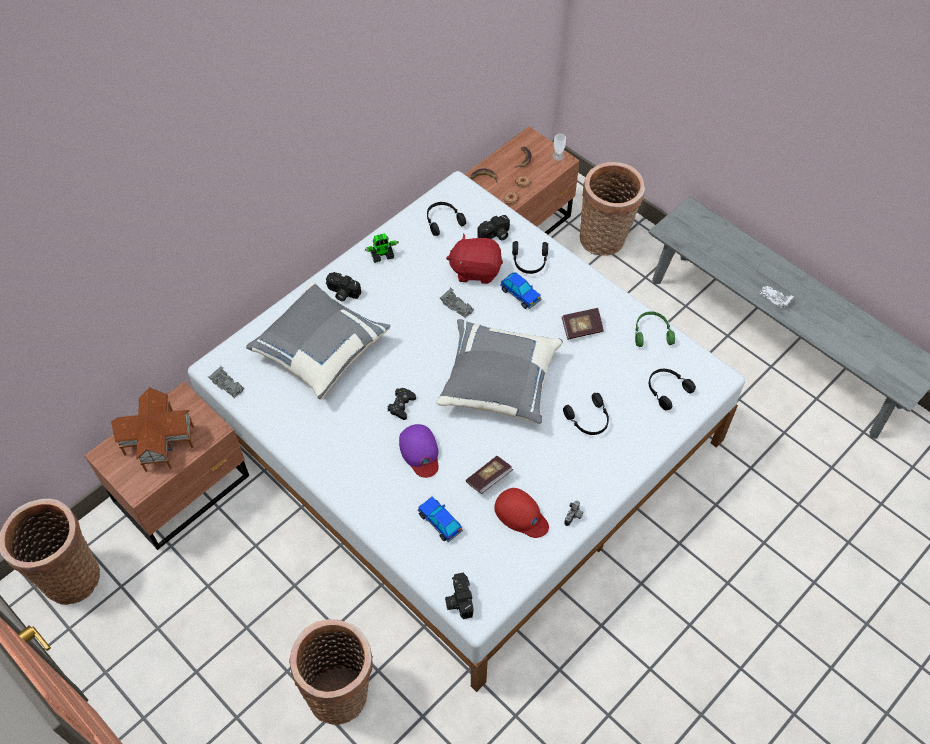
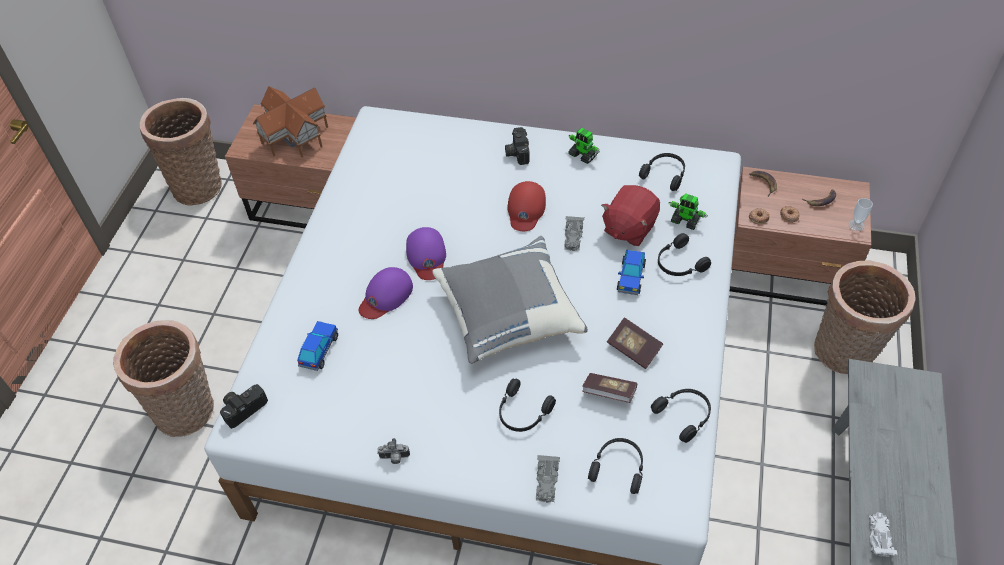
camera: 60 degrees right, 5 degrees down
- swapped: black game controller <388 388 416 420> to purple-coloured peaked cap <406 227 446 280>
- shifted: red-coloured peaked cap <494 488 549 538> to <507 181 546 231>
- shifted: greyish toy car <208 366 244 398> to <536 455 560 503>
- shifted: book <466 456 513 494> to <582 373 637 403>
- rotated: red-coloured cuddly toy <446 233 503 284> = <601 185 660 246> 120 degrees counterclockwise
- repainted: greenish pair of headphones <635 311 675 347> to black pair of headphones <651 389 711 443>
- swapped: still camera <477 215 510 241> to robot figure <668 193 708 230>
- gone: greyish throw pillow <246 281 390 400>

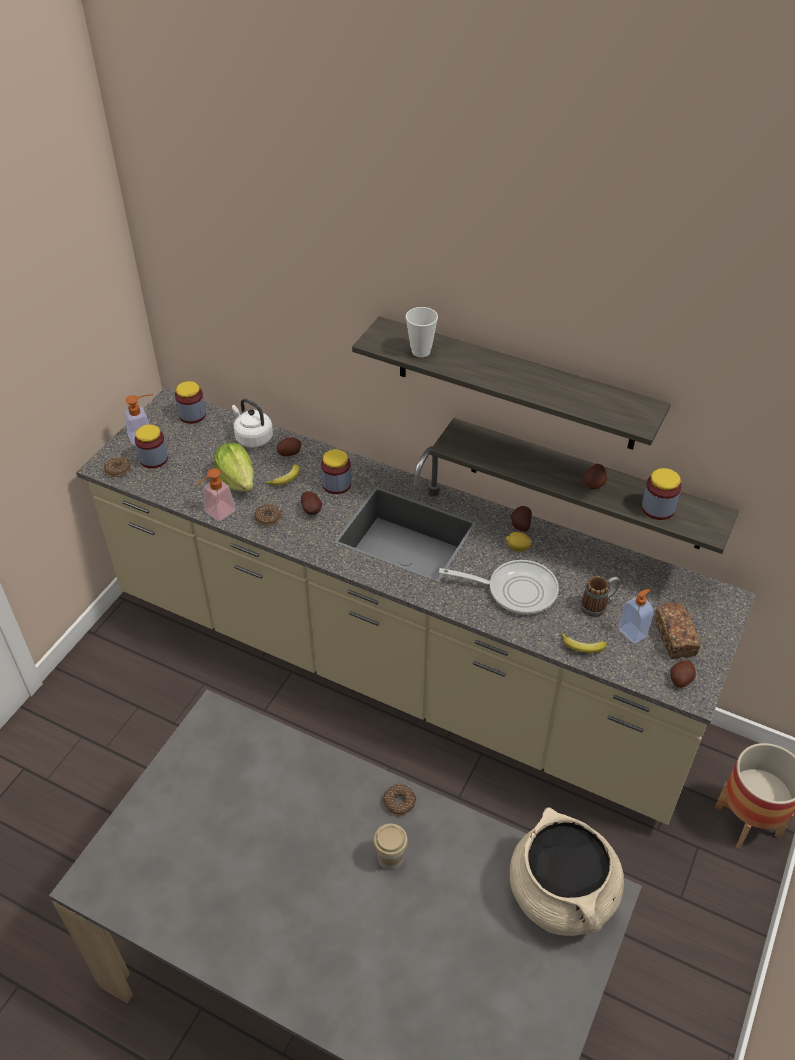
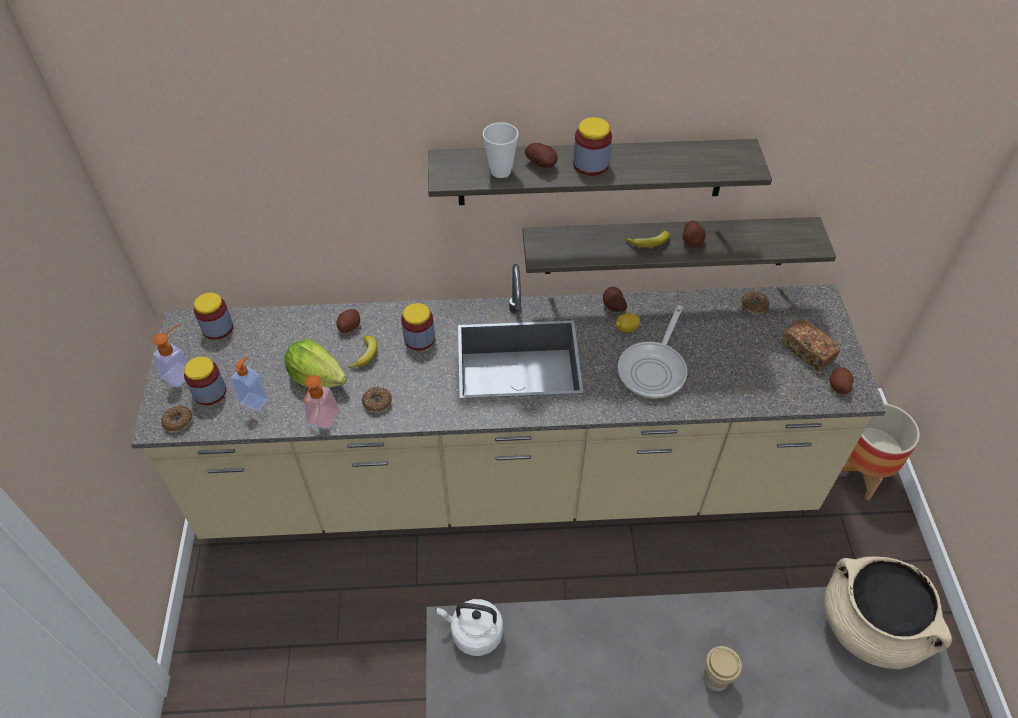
camera: 30 degrees left, 5 degrees up
- shifted: soap dispenser <618 589 654 644> to <230 357 269 412>
- shifted: whitish tea kettle <232 399 273 448> to <437 599 503 656>
- shifted: potato <301 491 322 515> to <525 143 558 168>
- shifted: storage jar <641 468 682 520> to <573 117 612 176>
- rotated: skillet <439 560 559 615> = <618 305 687 399> 135 degrees clockwise
- shifted: banana <561 633 607 653> to <625 231 670 247>
- shifted: doughnut <383 784 416 815> to <742 291 769 314>
- gone: coffee mug <580 576 621 617>

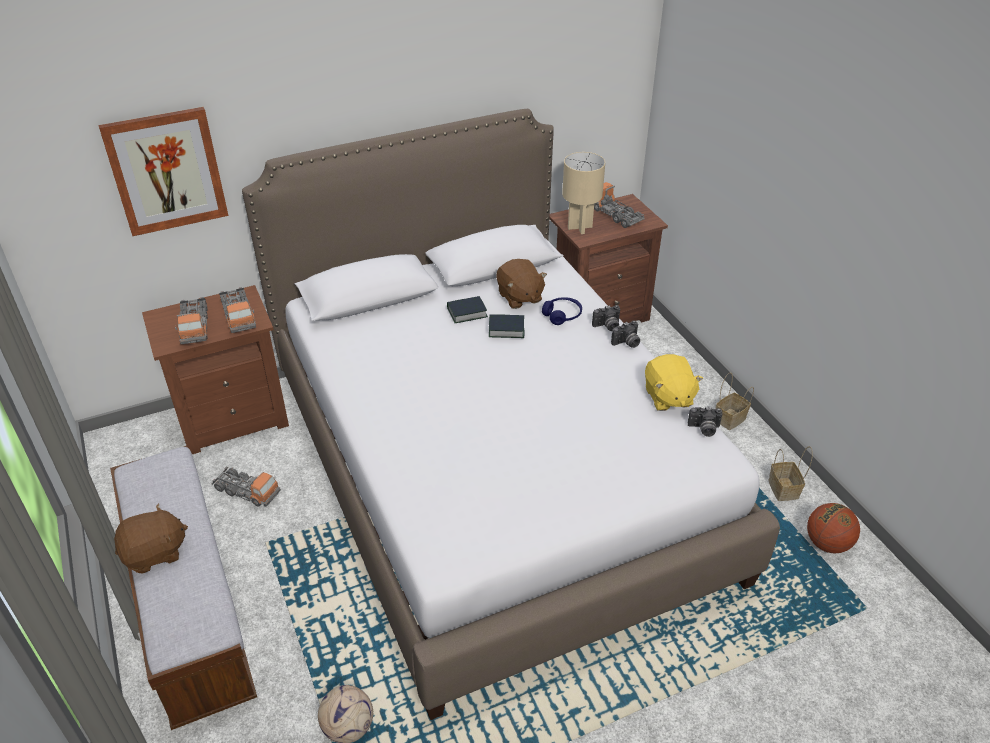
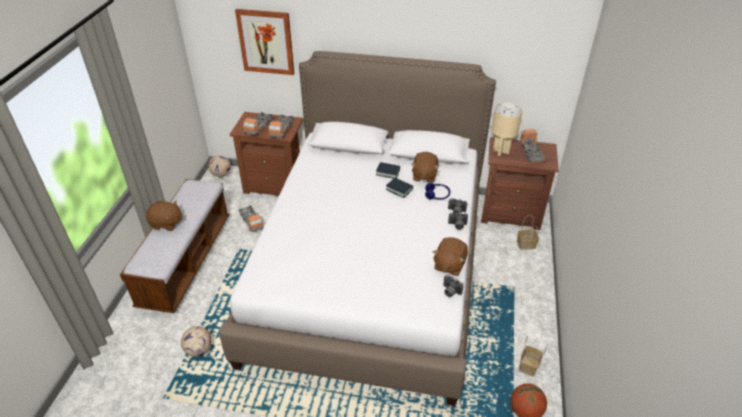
camera: 35 degrees right, 0 degrees up
- new: football <208 155 230 177>
- repainted: yellow-coloured cuddly toy <645 354 703 411> to brown cuddly toy <433 237 468 276>
- shifted: household basket <716 372 754 430> to <517 215 539 250>

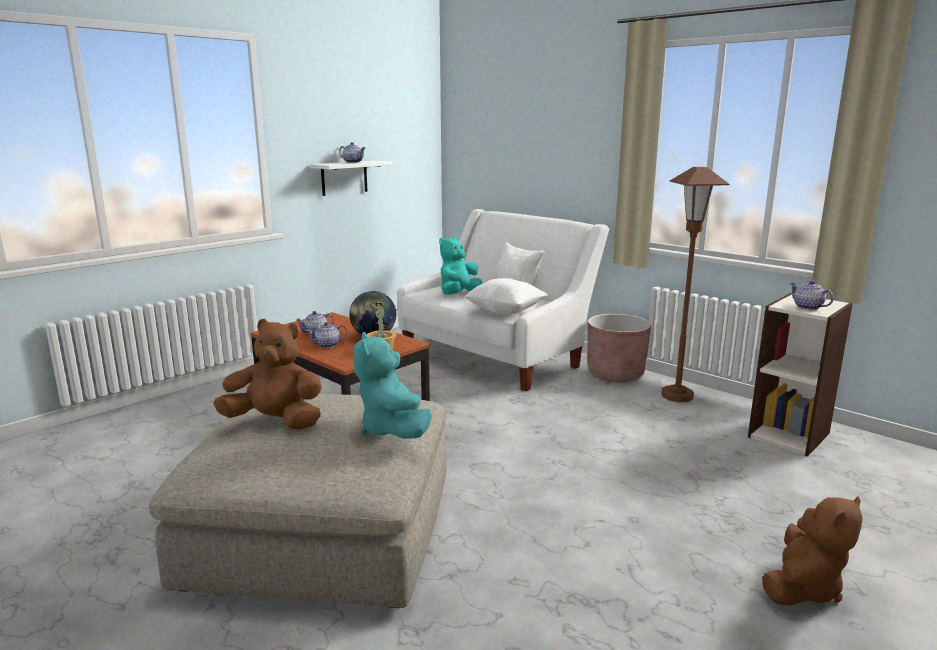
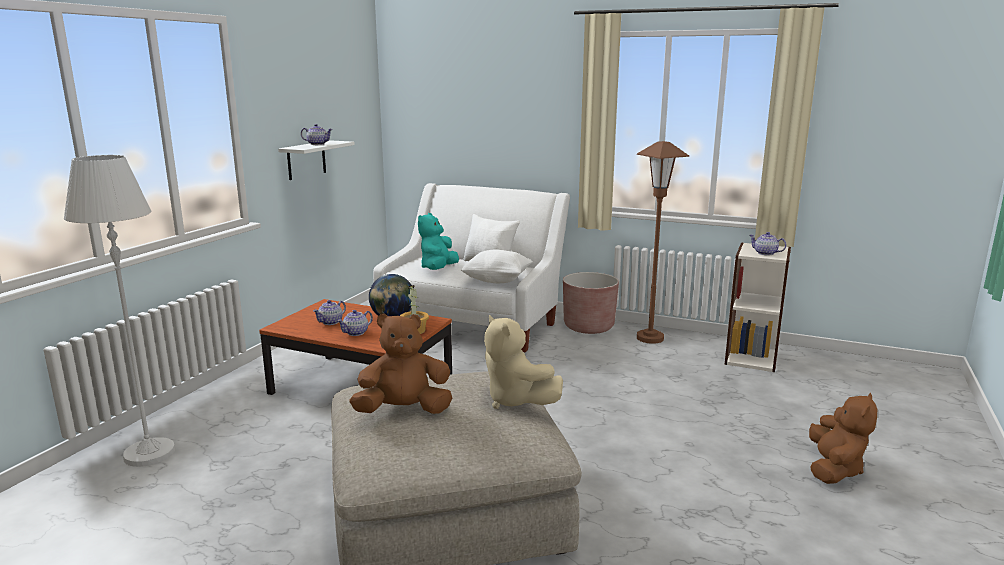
camera: 20 degrees left, 0 degrees up
- new: whitish standing lamp <64 155 175 467>
- repainted: turquoise-coloured cuddly toy <353 332 432 439> to beige-coloured cuddly toy <484 315 563 409>

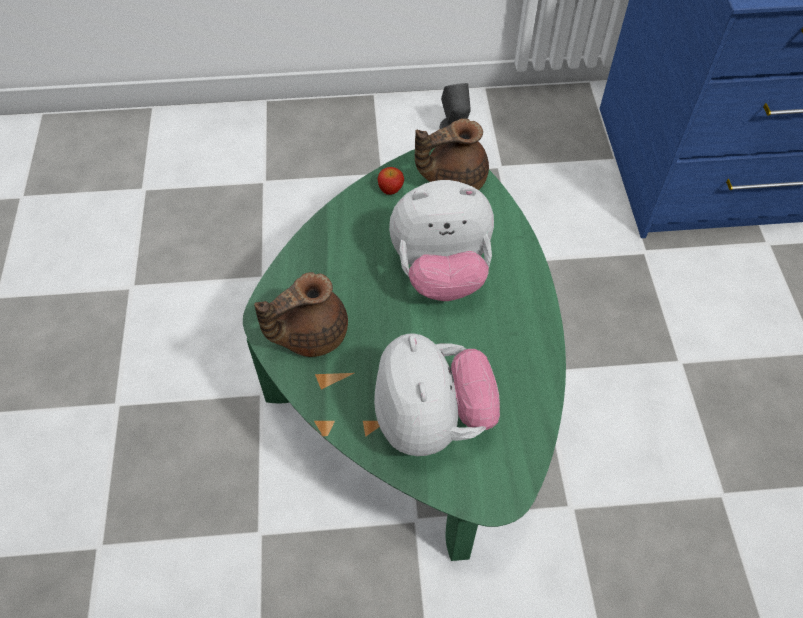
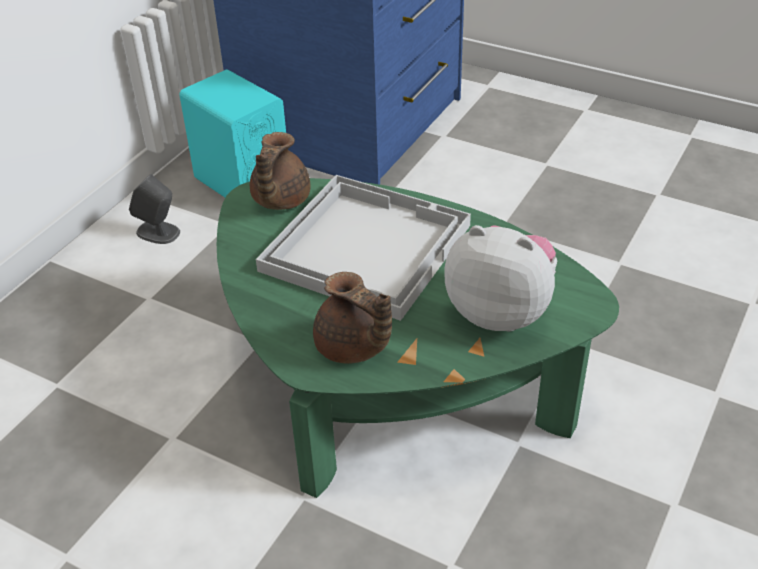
camera: 55 degrees left, 15 degrees down
- new: turquoise-coloured audio speaker <179 69 286 197>
- swapped: cuddly toy <389 180 494 301> to whitish carrying tray <256 175 471 321>
- rotated: brown pot for tea <254 272 348 357> = <313 272 392 364> 45 degrees counterclockwise
- gone: apple fruit <377 167 404 195>

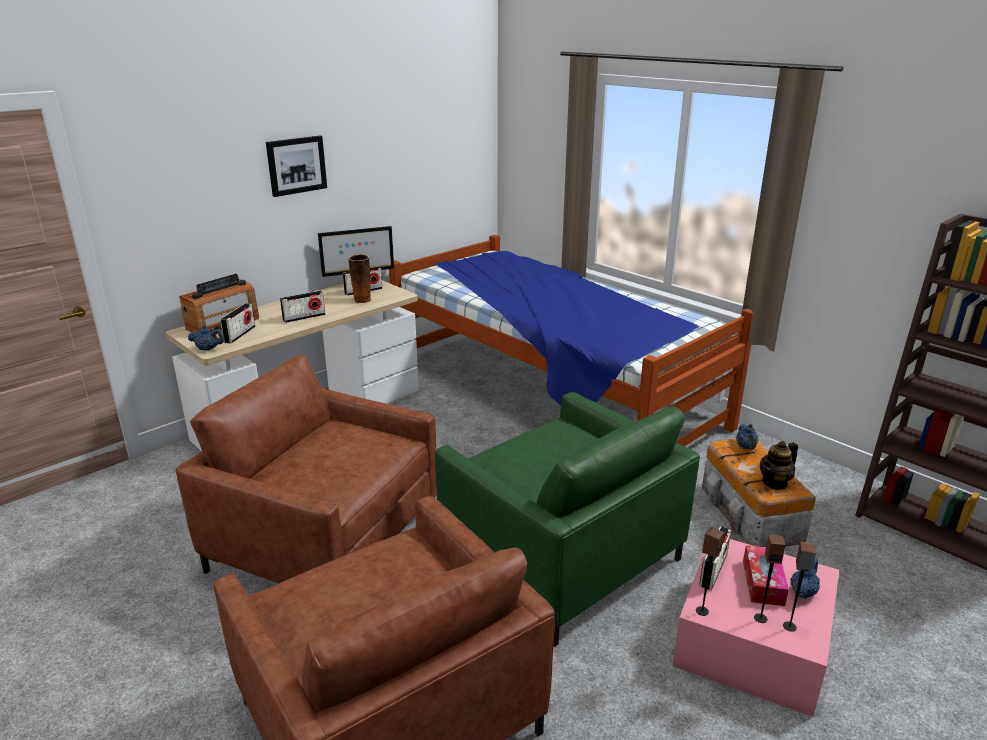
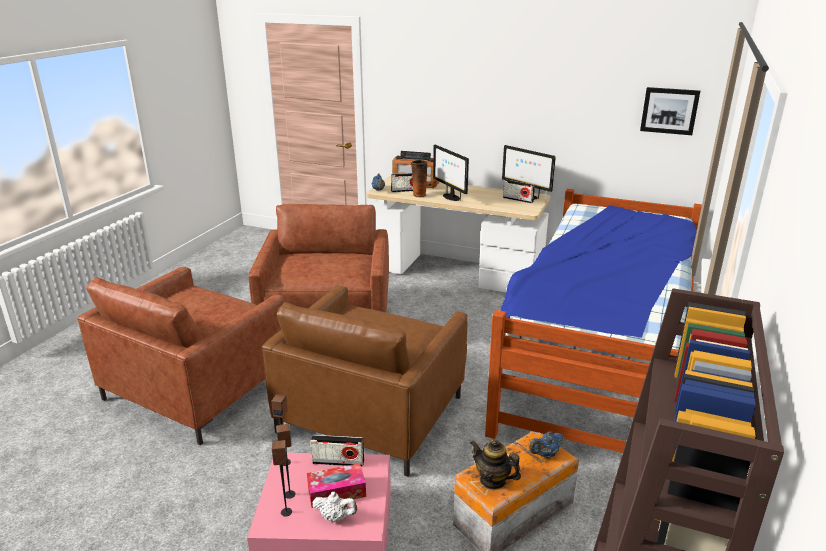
camera: 65 degrees right, 0 degrees up
- repainted: greenish armchair <435 392 700 647> to brown armchair <262 286 467 477>
- repainted: bluish pot for tea <791 558 820 599> to whitish pot for tea <312 492 357 522>
- shifted: decorative vase <348 254 371 304> to <411 160 427 198>
- swapped: radio <280 291 325 323> to computer screen <433 145 469 201>
- shifted: wall art <266 136 327 197> to <640 87 700 135>

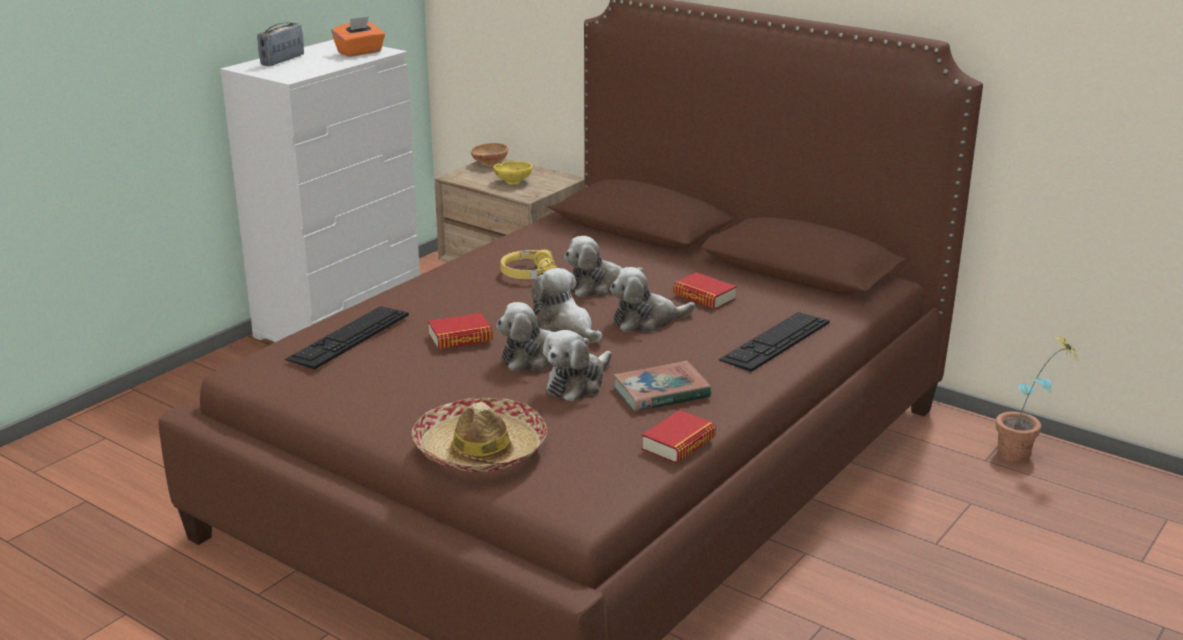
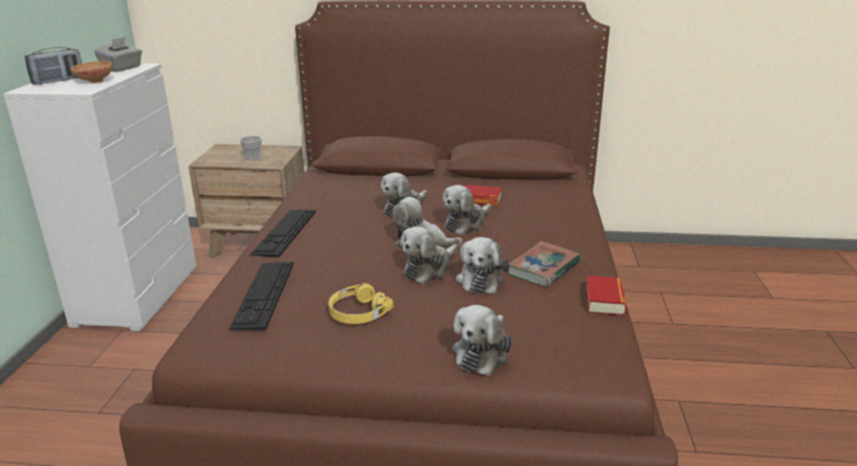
camera: 30 degrees left, 0 degrees up
- rotated: radio <257 23 304 66> = <25 47 82 85> 135 degrees counterclockwise
- shifted: brown deep dish <471 143 508 166> to <71 61 112 83>
- repainted: orangey tissue box <331 16 385 57> to greyish tissue box <95 37 142 72>
- swapped: yellow-coloured deep dish <493 161 533 185> to small cup <240 136 262 160>
- shifted: keyboard <719 312 830 372> to <250 210 316 257>
- shifted: yellow-coloured pair of headphones <501 250 558 279> to <328 283 393 324>
- swapped: hat <412 398 547 472> to cuddly toy <453 305 512 376>
- gone: book <428 313 493 350>
- gone: plant in a pot <996 332 1080 463>

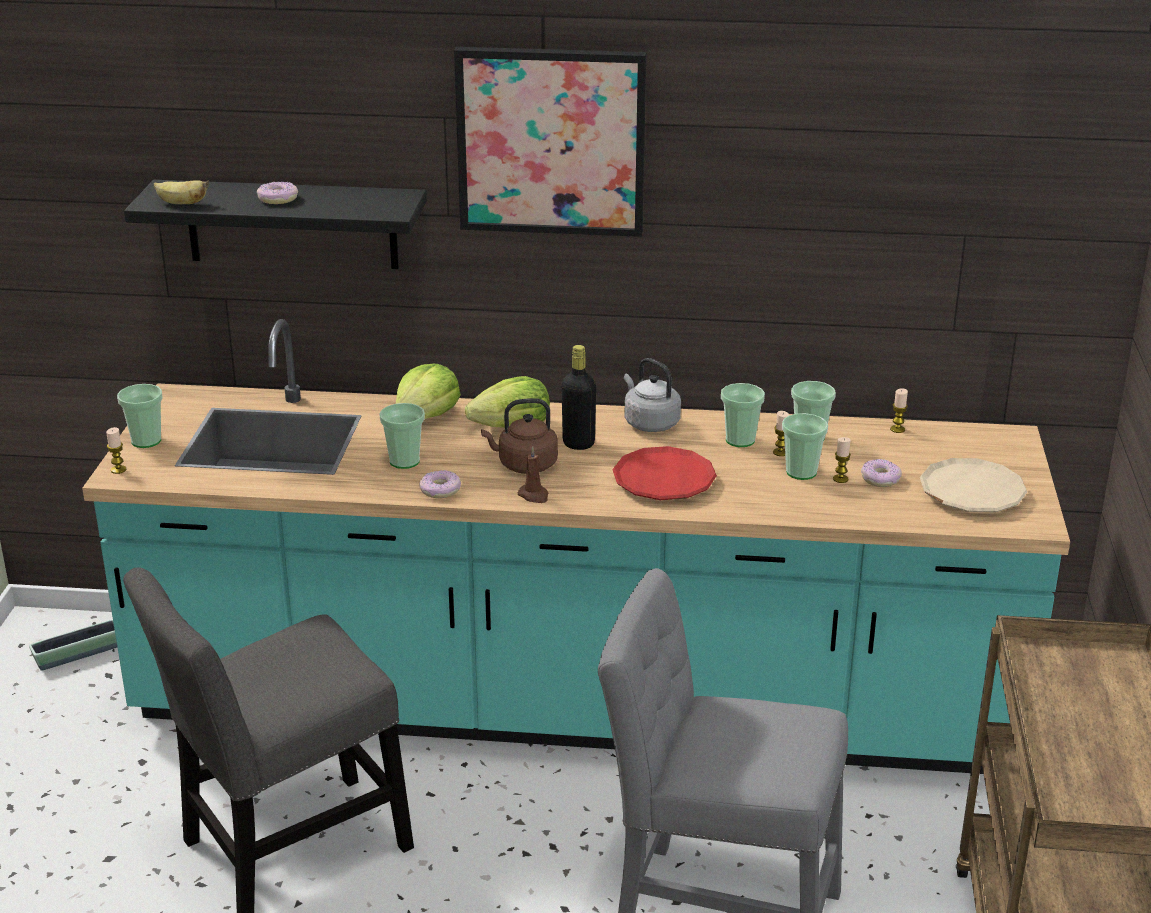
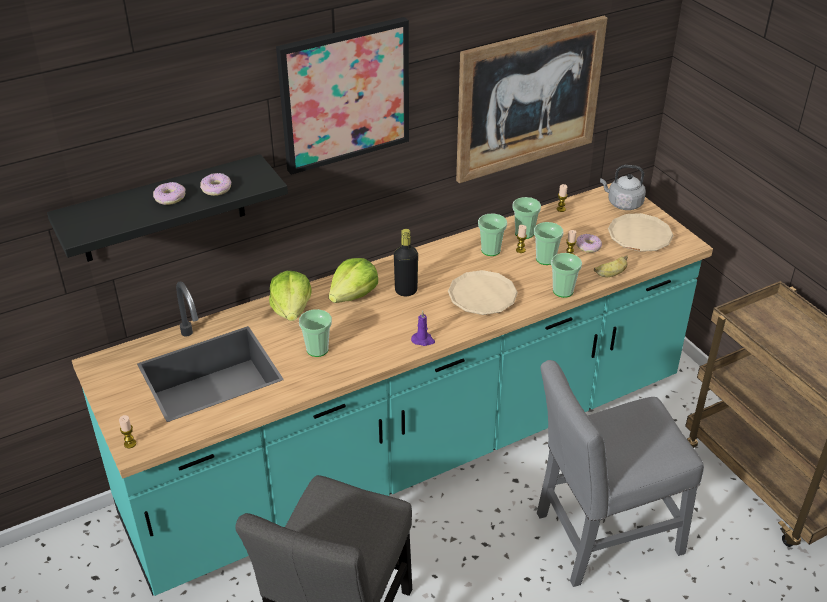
camera: 35 degrees left, 10 degrees up
- shifted: doughnut <419 470 461 498> to <200 173 232 196>
- repainted: brown candle <517 446 548 503> to purple-coloured candle <411 310 435 346>
- repainted: red-coloured flat dish <612 446 717 500> to beige-coloured flat dish <448 270 518 315>
- new: wall art <456 16 608 183>
- shifted: small cup <117 384 163 448> to <551 253 582 298>
- shifted: banana <154 180 209 204> to <594 255 628 277>
- shifted: greyish tea kettle <624 358 681 432> to <600 165 646 210>
- gone: planter <29 619 117 671>
- gone: brown tea kettle <481 398 558 474>

